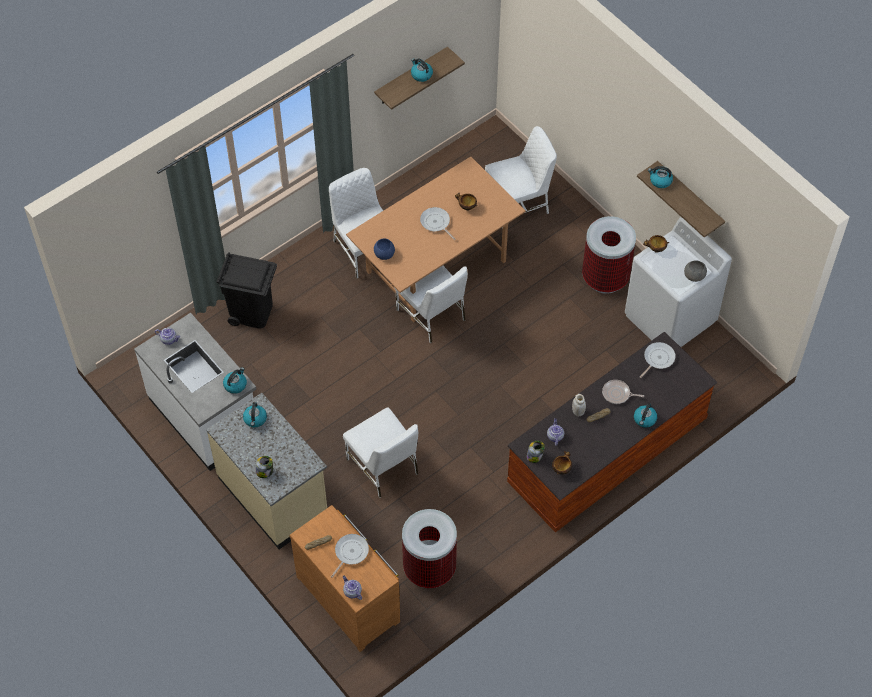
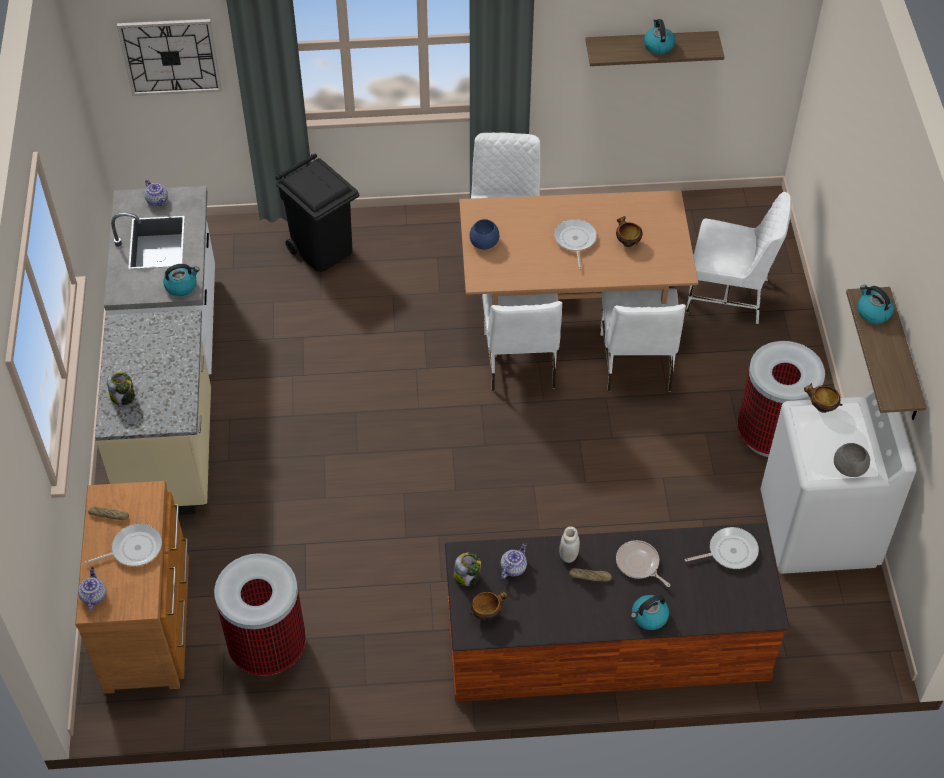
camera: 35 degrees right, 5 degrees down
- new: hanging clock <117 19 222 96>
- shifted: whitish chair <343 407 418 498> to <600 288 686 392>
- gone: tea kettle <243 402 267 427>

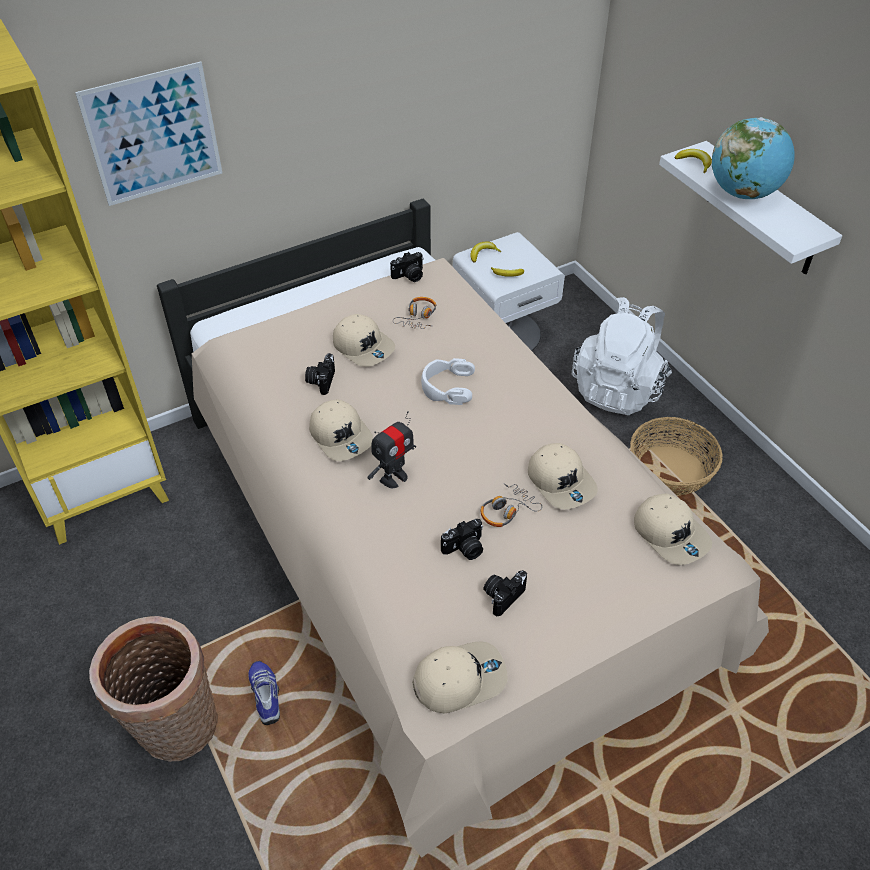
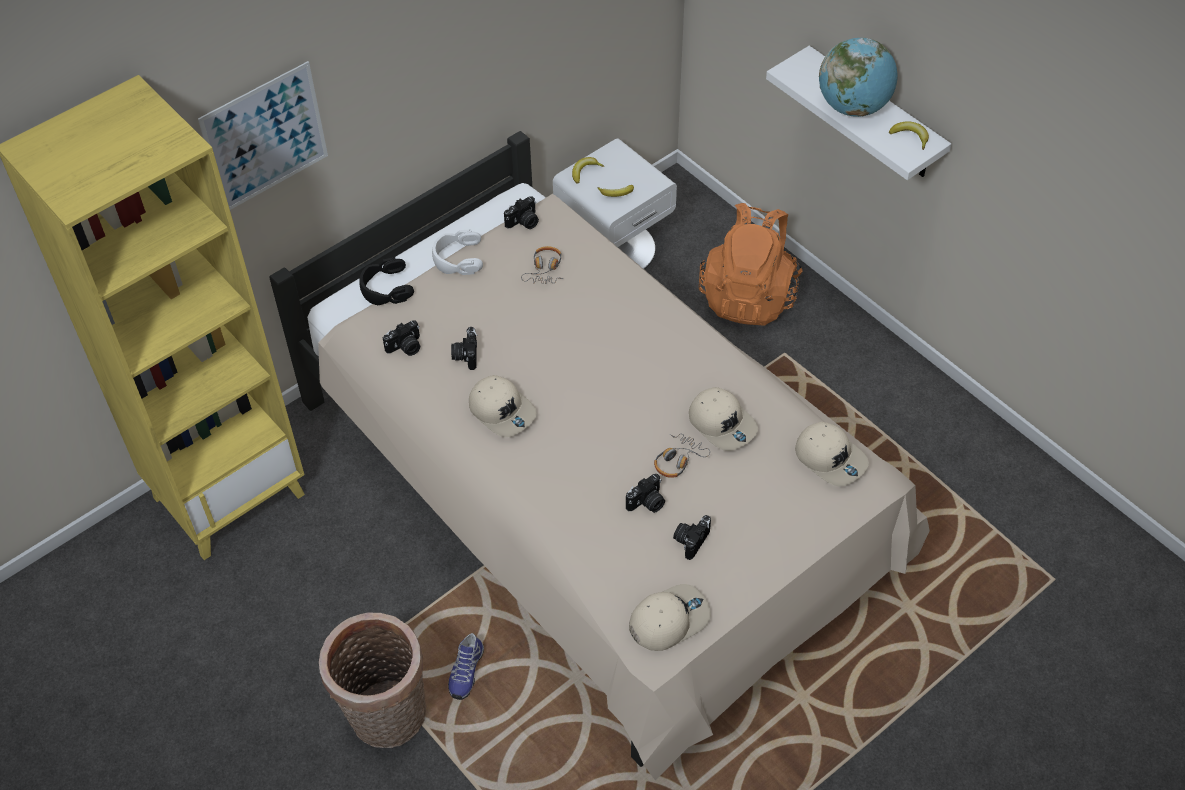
camera: 10 degrees left, 5 degrees up
- new: black pair of headphones <359 257 414 305>
- new: still camera <383 321 420 356>
- shifted: whitish pair of headphones <421 358 475 405> to <432 229 483 275>
- rotated: low shoe <248 661 280 725> = <448 633 484 700> 135 degrees counterclockwise
- repainted: whitish rucksack <572 297 672 415> to orangey rucksack <699 203 803 326>
- shifted: banana <675 149 712 173> to <889 121 929 150>
- gone: beige-coloured peaked cap <333 314 395 367>
- gone: robot figure <367 411 416 488>
- gone: household basket <630 417 723 496>

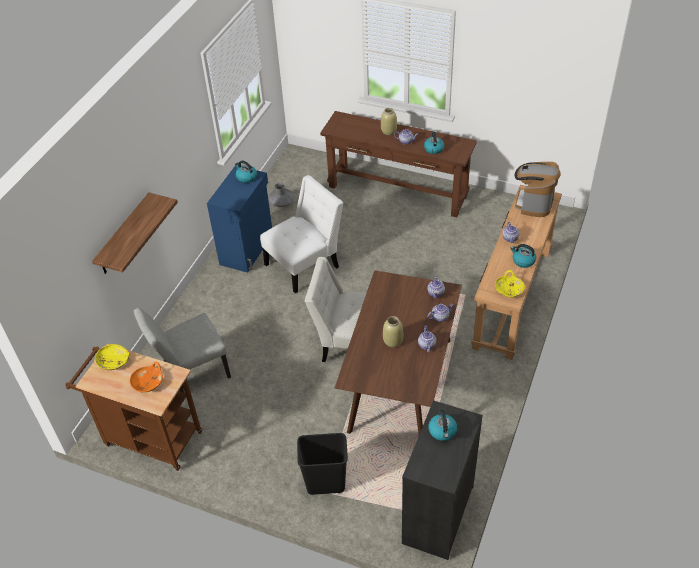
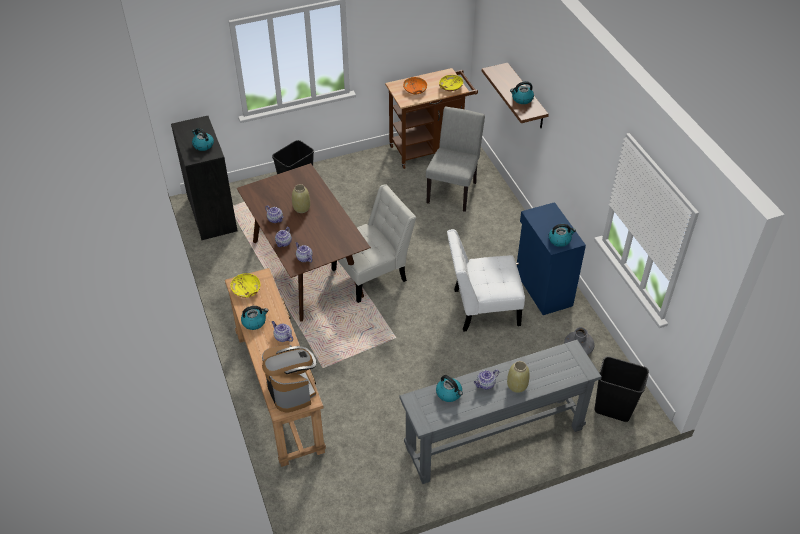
camera: 135 degrees right, 0 degrees up
- repainted: brown console table <320 111 477 218> to greyish console table <400 340 602 484>
- rotated: whitish chair <260 175 343 293> = <447 229 525 332> 75 degrees clockwise
- new: tea kettle <510 81 534 104>
- new: black trash can <595 356 649 422>

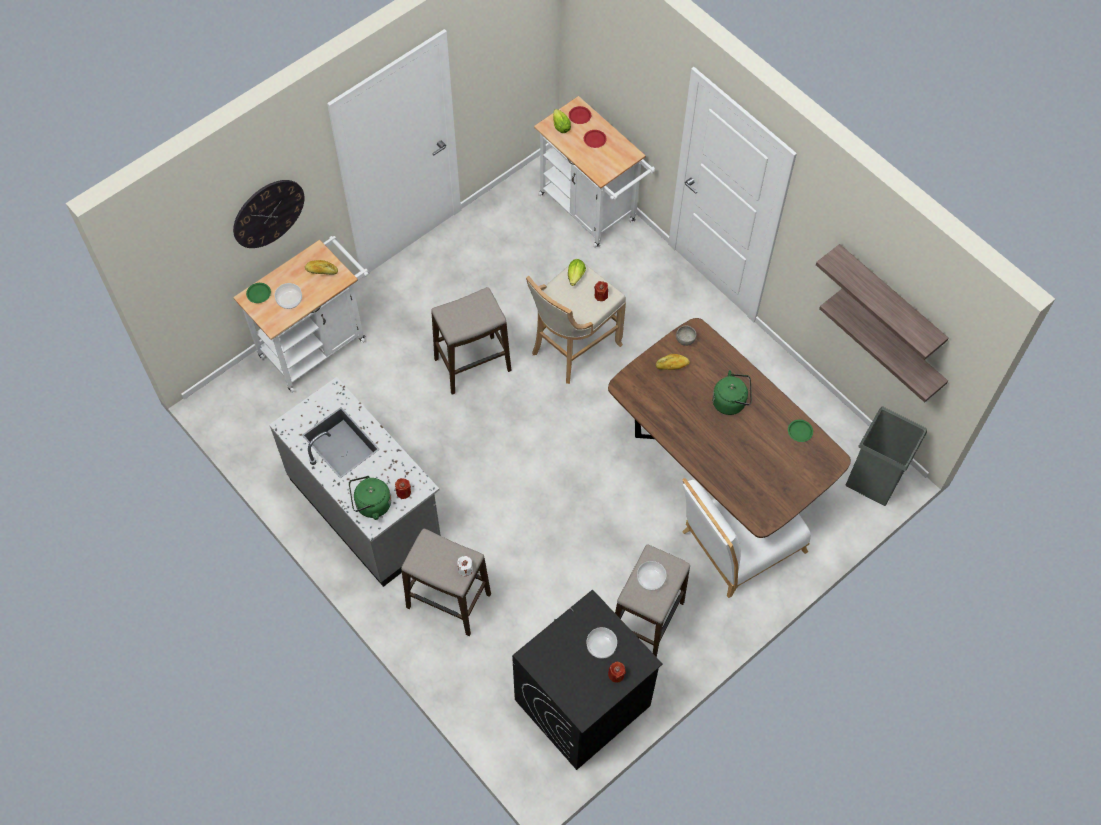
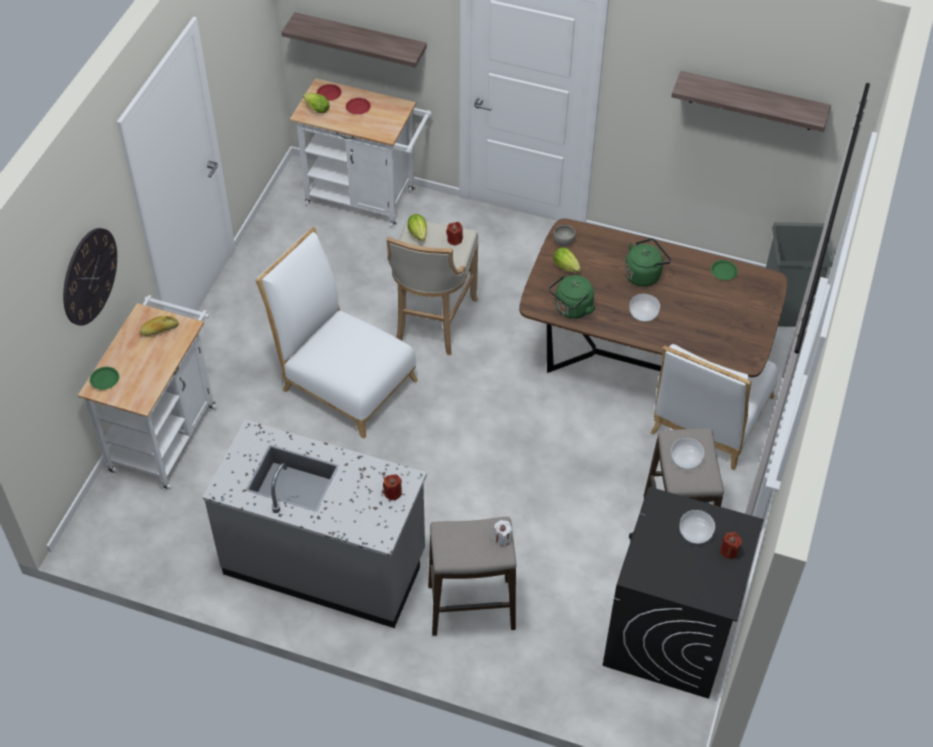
camera: 30 degrees left, 10 degrees down
- swapped: stool seat <431 287 512 395> to whitish chair <255 227 418 439>
- shifted: wall shelf <819 289 948 402> to <282 12 427 67>
- shifted: greenish tea kettle <349 476 391 520> to <549 275 595 319>
- swapped: baked bread <656 354 690 370> to lettuce <553 247 581 273>
- shifted: deep dish <275 283 302 309> to <629 294 660 322>

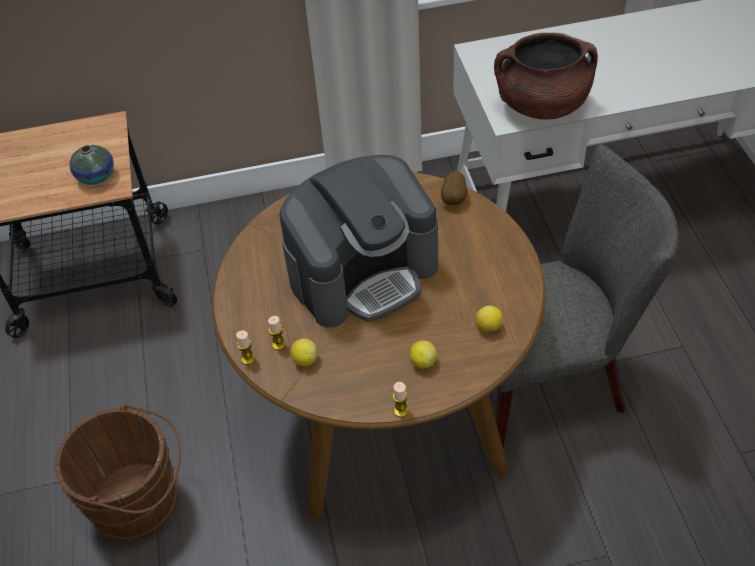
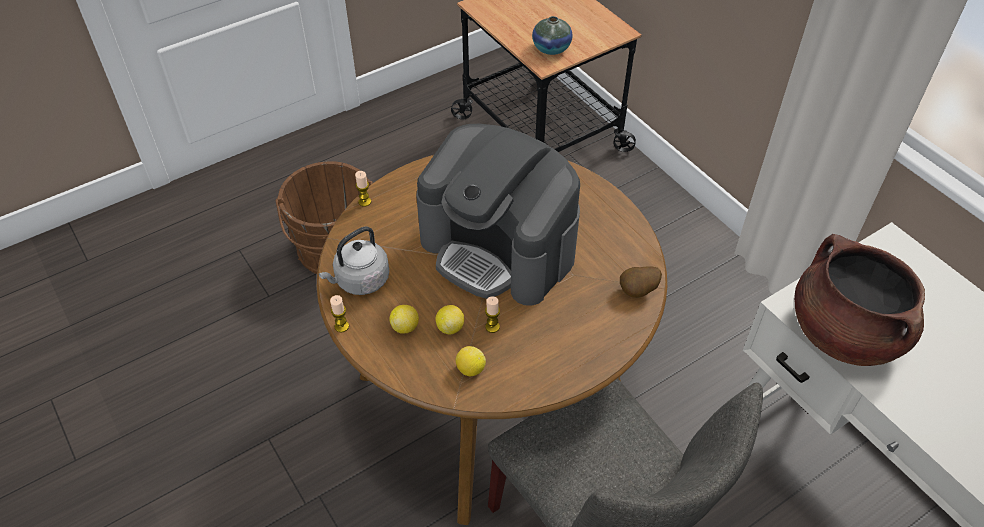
camera: 65 degrees right, 0 degrees up
- new: greyish tea kettle <319 226 389 295>
- shifted: whole lemon <290 338 317 366> to <435 305 464 334>
- shifted: candle <268 316 286 350> to <485 297 500 333>

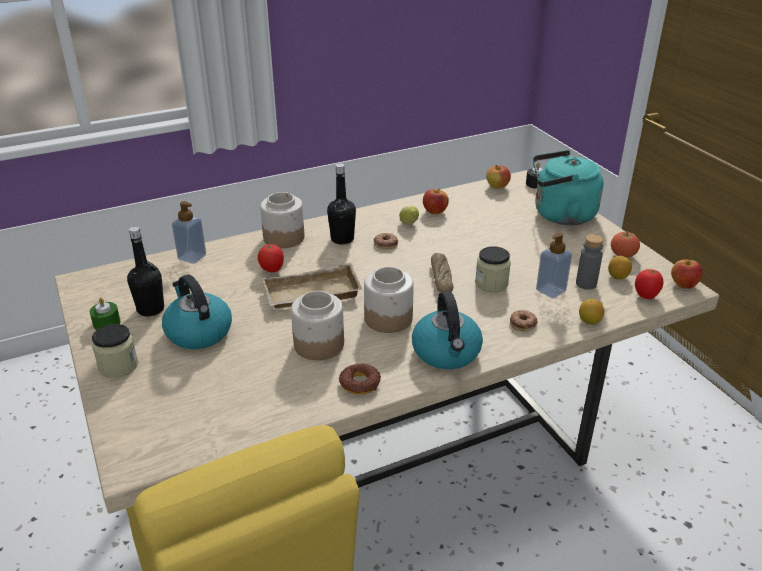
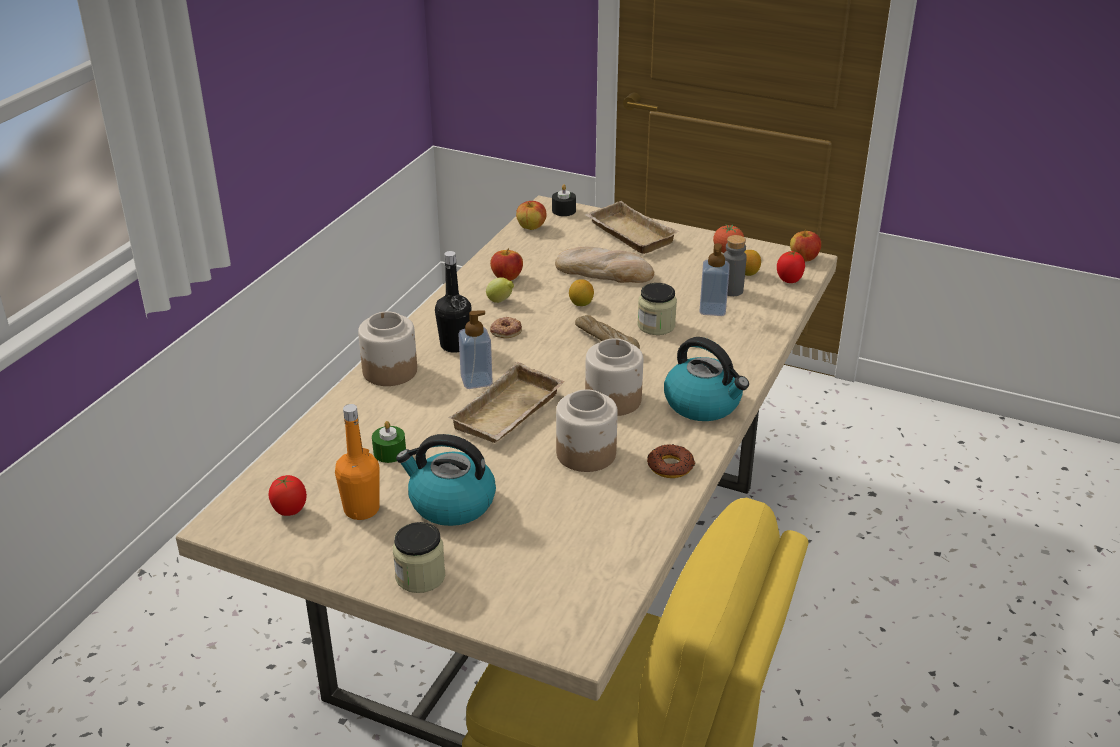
camera: 40 degrees left, 0 degrees up
- shifted: whole tomato <258 244 284 272> to <269 475 307 516>
- repainted: black beverage bottle <127 226 164 317> to orangey beverage bottle <335 404 380 520>
- shifted: greenish candle <90 297 121 330> to <372 421 406 463>
- shifted: soap dispenser <172 201 206 264> to <458 310 493 389>
- new: baked bread <555 247 654 283>
- shifted: whole lemon <579 299 604 325> to <569 279 594 306>
- swapped: turquoise-coloured tea kettle <533 150 604 225> to beige-coloured carrying tray <585 201 679 254>
- gone: doughnut <510 310 538 331>

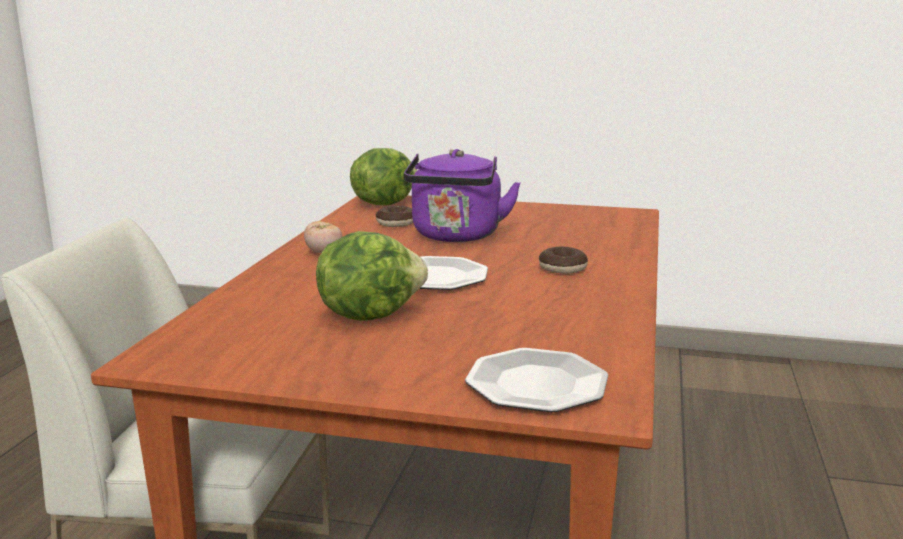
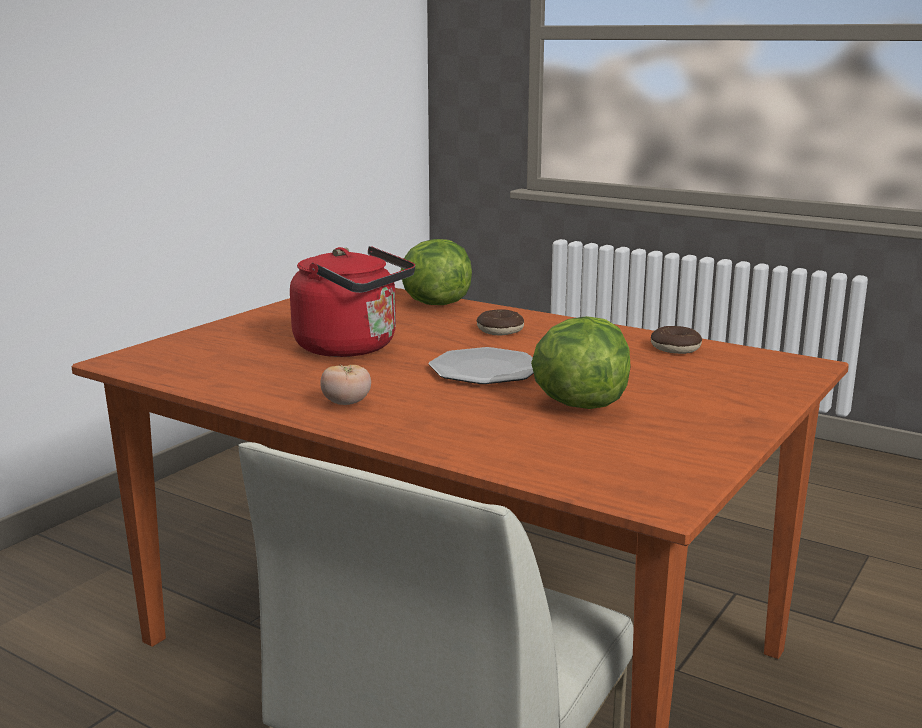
camera: 70 degrees left, 0 degrees up
- repainted: purple-coloured tea kettle <404 149 521 242> to red-coloured tea kettle <290 246 415 357>
- shifted: lettuce <350 148 417 206> to <401 239 472 305>
- shifted: doughnut <376 206 413 227> to <651 326 702 354>
- gone: flat dish <465 348 608 412>

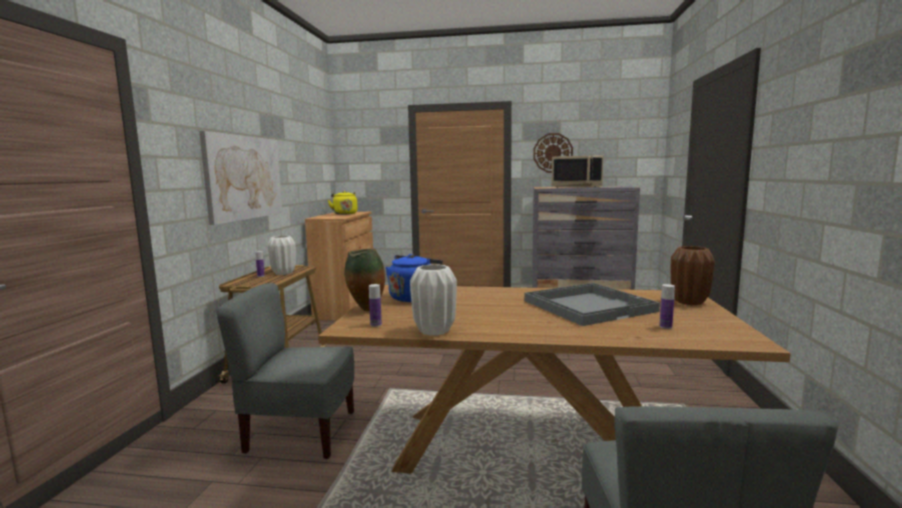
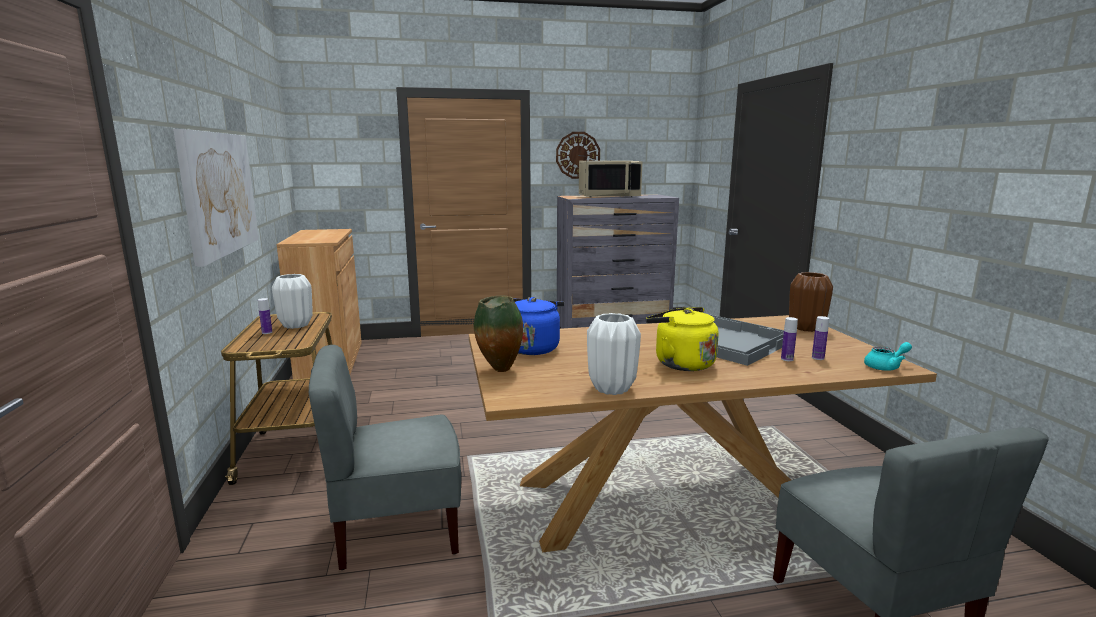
camera: 20 degrees left, 5 degrees up
- shifted: yellow-coloured tea kettle <328 191 358 215> to <646 307 719 371>
- shifted: beverage bottle <369 284 382 327> to <781 317 798 361>
- new: turquoise-coloured pot for tea <864 342 912 371>

